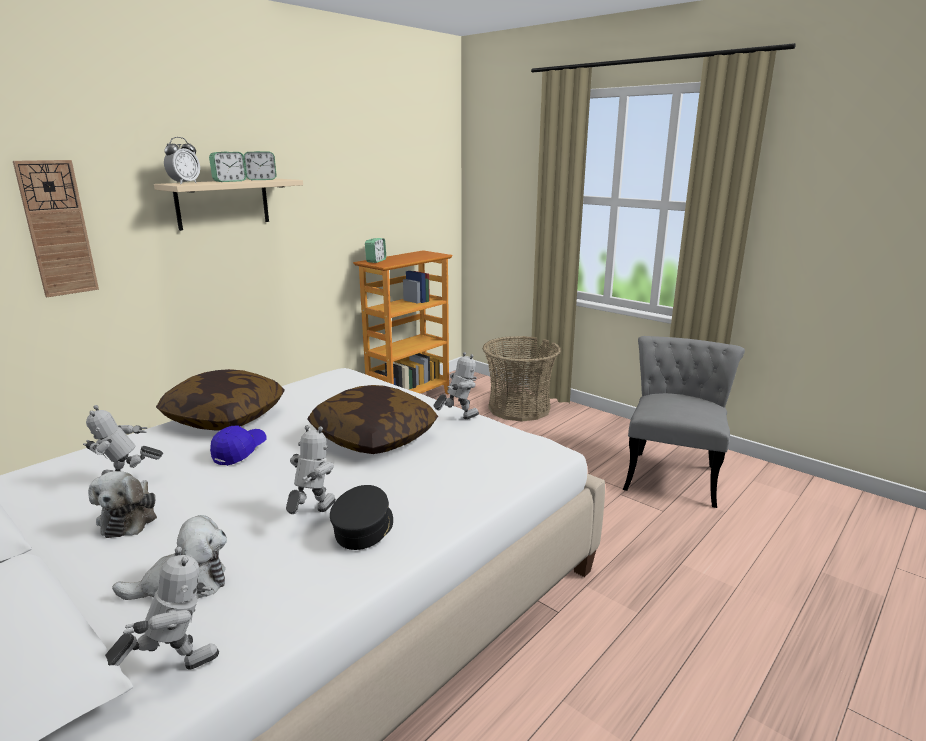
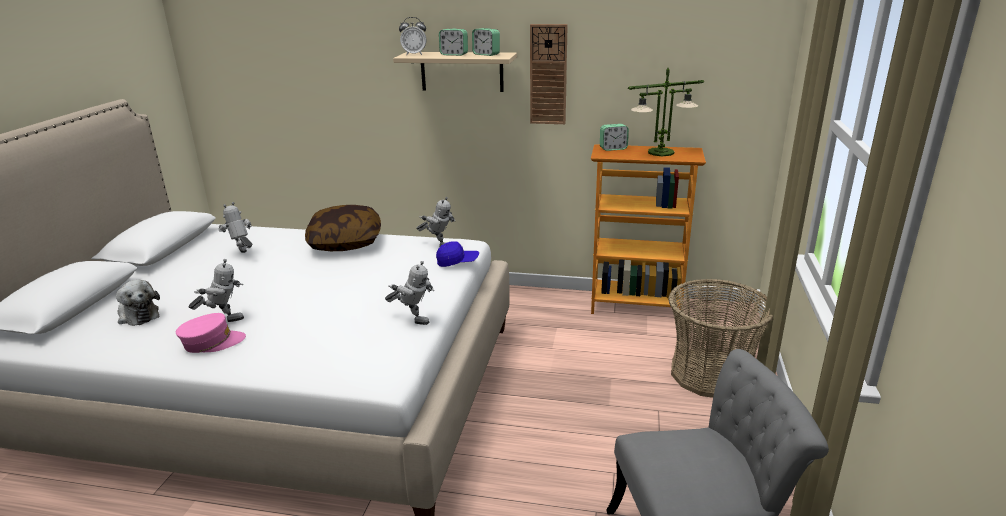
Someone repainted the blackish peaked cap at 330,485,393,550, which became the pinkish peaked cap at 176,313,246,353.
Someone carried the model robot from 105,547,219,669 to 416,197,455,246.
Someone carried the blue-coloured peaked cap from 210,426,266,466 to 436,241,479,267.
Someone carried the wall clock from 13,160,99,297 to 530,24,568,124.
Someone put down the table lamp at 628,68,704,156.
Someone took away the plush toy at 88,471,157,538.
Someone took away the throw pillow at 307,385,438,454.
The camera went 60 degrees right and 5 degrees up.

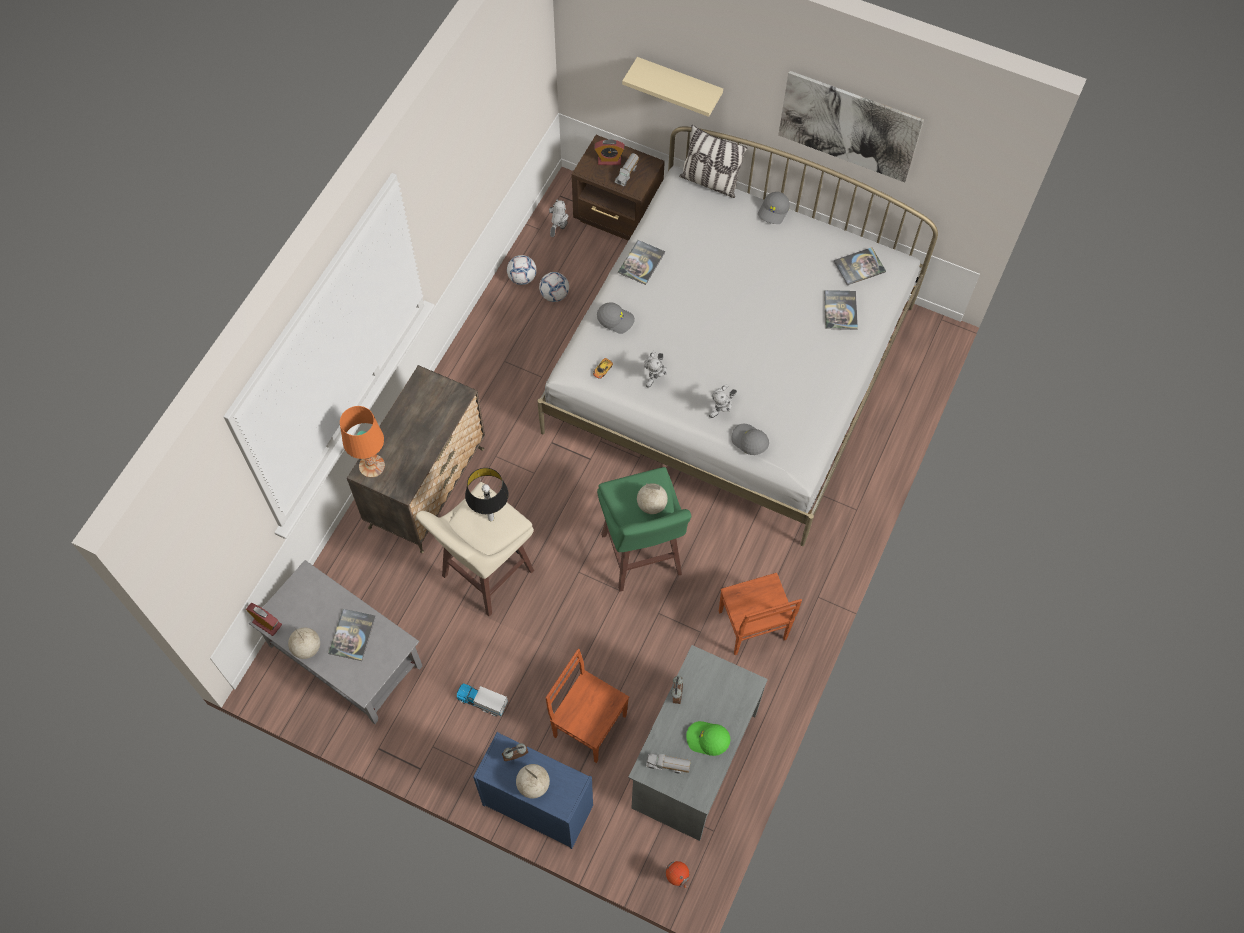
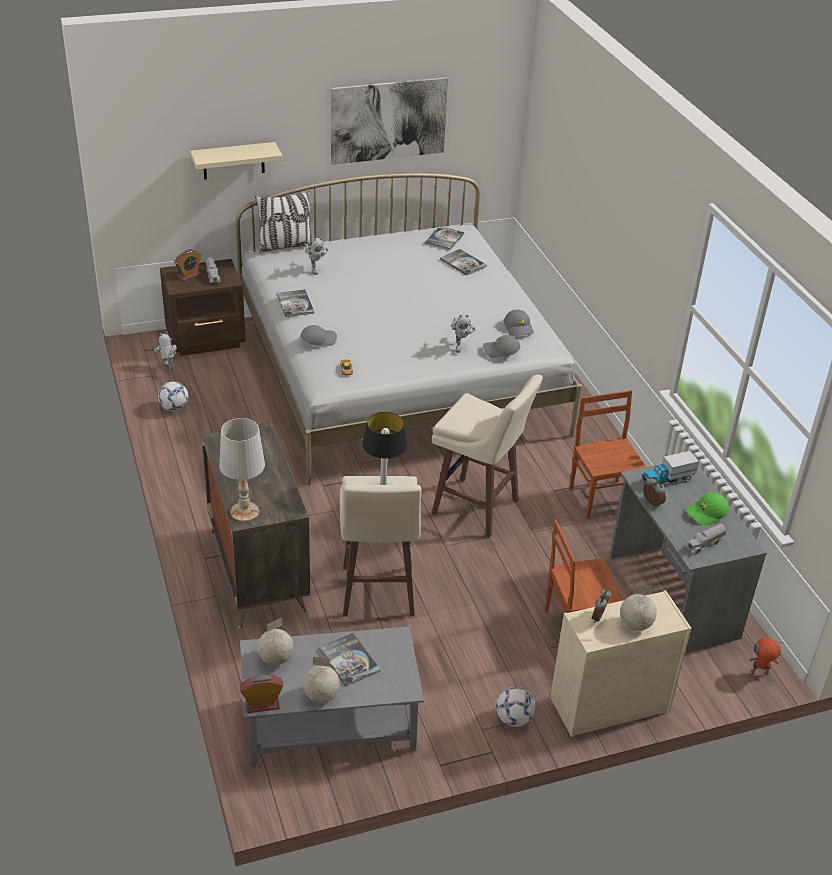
Someone repainted the orange table lamp at 340,406,385,478, which became the white-coloured table lamp at 219,418,265,522.
Someone carried the world globe from 637,483,668,514 to 258,617,294,665.
Someone carried the model robot from 644,350,667,388 to 305,237,328,275.
Someone repainted the greenish stool seat at 597,467,691,592, which became the sand-coloured stool seat at 432,375,543,537.
Someone carried the football from 539,272,569,302 to 496,687,535,727.
Someone carried the gray peaked cap from 758,192,790,224 to 504,309,534,336.
Someone repainted the blue-coloured dresser at 473,732,593,849, which became the sand-coloured dresser at 550,590,692,737.
Someone rotated the brownish chair at 719,573,802,655 by 135 degrees counterclockwise.
Someone carried the model truck from 456,684,508,717 to 642,451,699,484.
The camera went 45 degrees left and 25 degrees down.

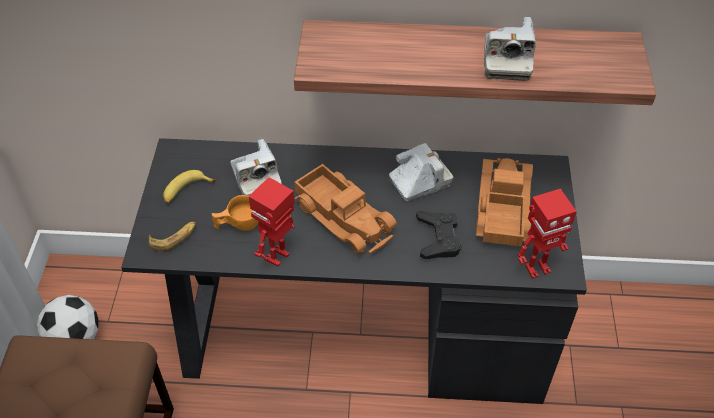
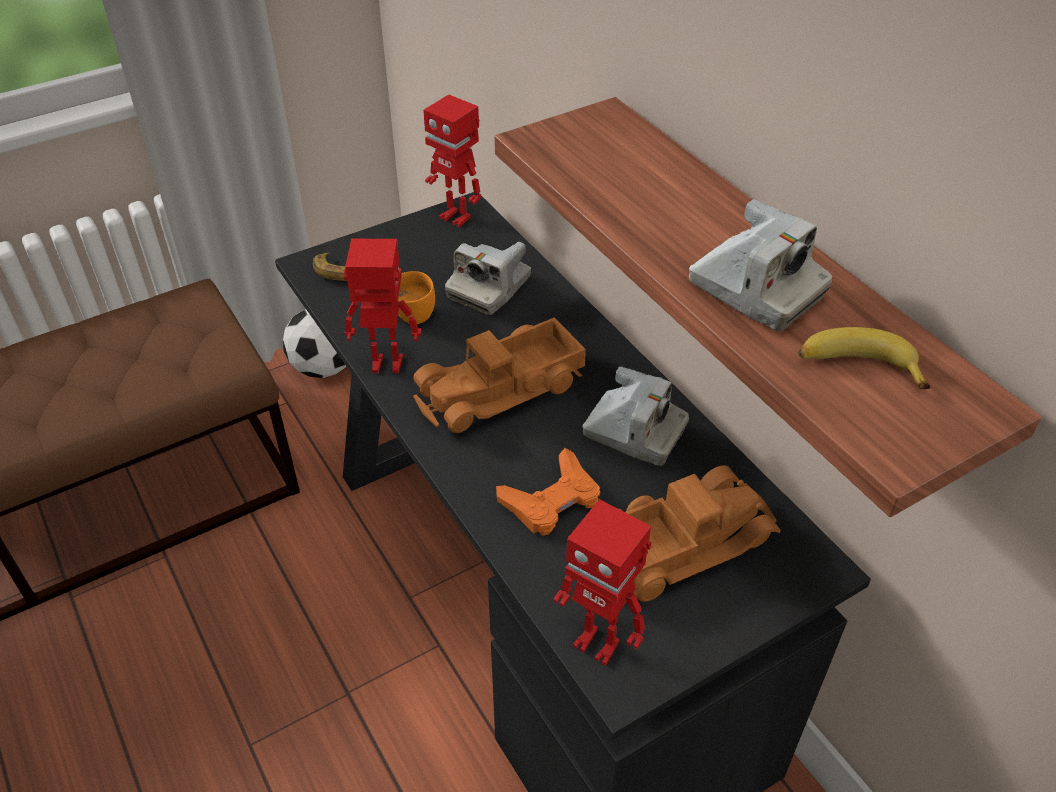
Someone rotated the model truck at 294,164,397,254 by 45 degrees clockwise.
Someone put down the model robot at 423,95,481,227.
Someone repainted the blackish game controller at 416,211,462,259, which became the orange game controller at 496,448,600,536.
Someone rotated the still camera at 484,17,536,81 by 105 degrees counterclockwise.
Someone carried the whole banana from 163,170,216,204 to 798,327,931,389.
The camera went 55 degrees right and 5 degrees down.

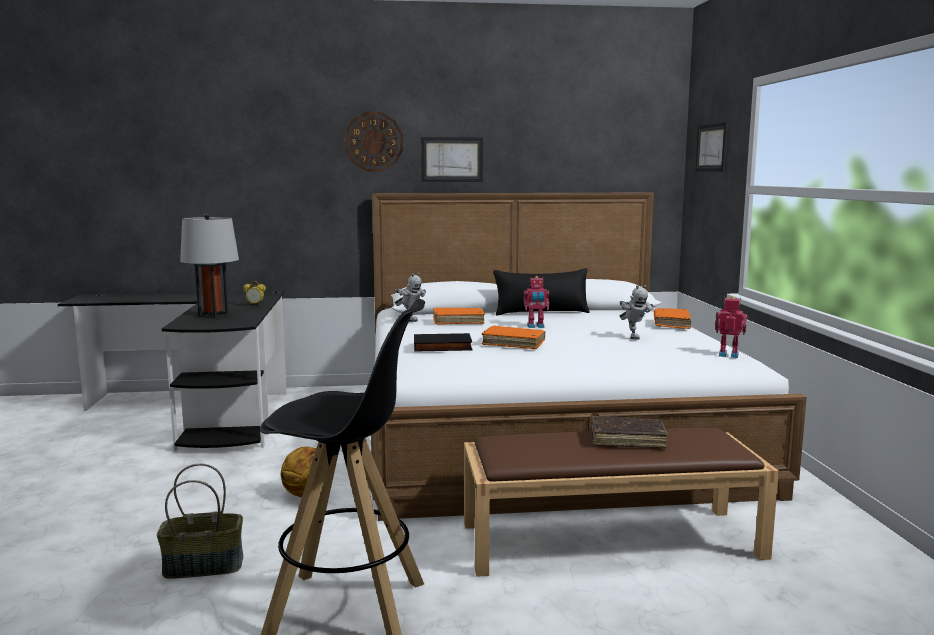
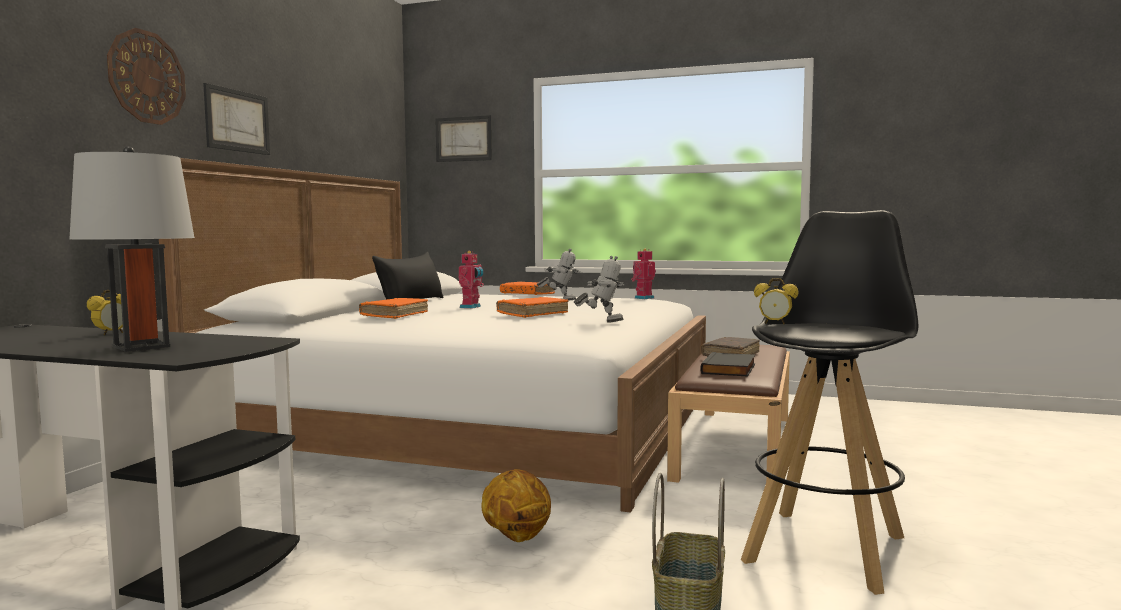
Someone carried the model robot from 395,273,426,322 to 574,256,625,323.
Someone carried the blackish book from 414,333,473,352 to 700,352,755,376.
Someone put down the table clock at 754,278,799,325.
The camera went 65 degrees left and 5 degrees down.

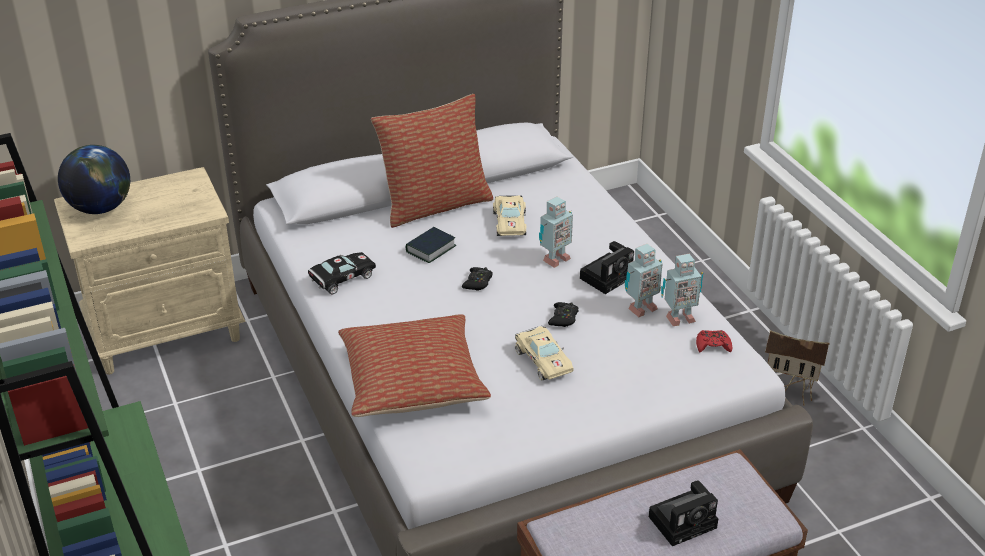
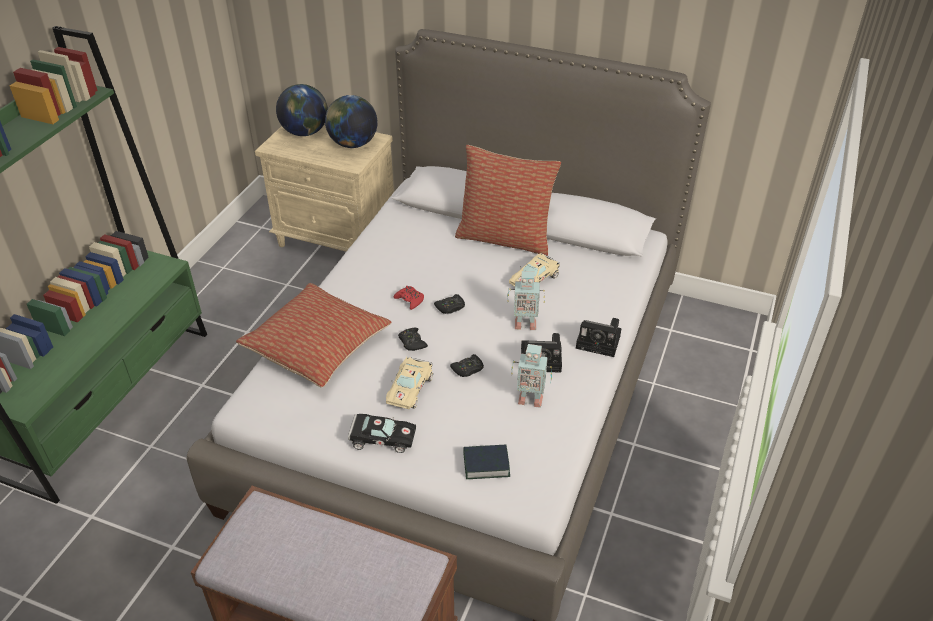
Someone put down the world globe at 325,95,378,148.
Someone carried the blackish toy car from 308,252,376,294 to 348,414,416,453.
Someone carried the red game controller from 696,330,732,352 to 394,286,424,310.
Someone put down the blackish game controller at 398,328,428,351.
Someone carried the book from 406,227,457,263 to 463,445,510,479.
Someone carried the still camera from 649,480,718,546 to 576,318,621,357.
Someone took away the model robot at 661,254,703,326.
Someone took away the toy house at 765,330,830,406.
The camera went 45 degrees right and 5 degrees up.

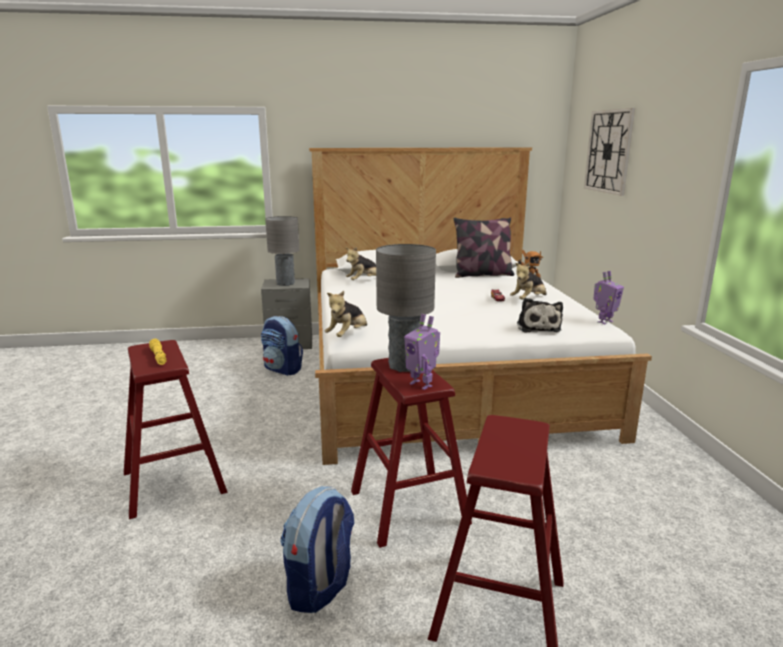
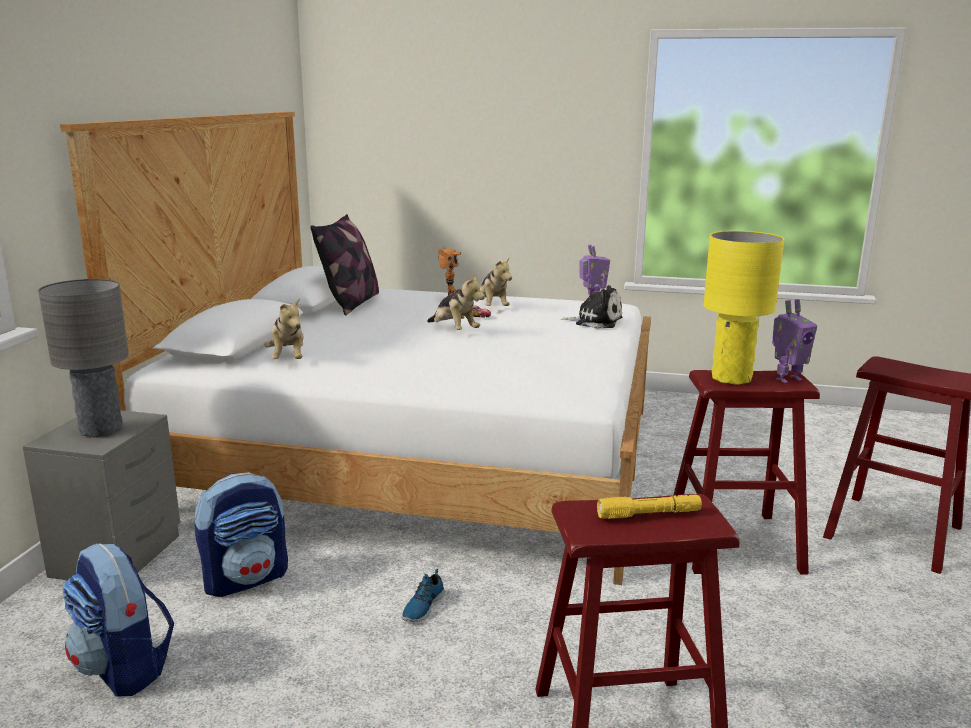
Someone carried the backpack from 280,486,355,613 to 62,544,174,697.
Someone put down the item of footwear at 402,569,445,622.
Someone carried the plush toy from 325,291,367,337 to 427,275,485,330.
Someone repainted the gray table lamp at 376,244,436,372, which became the yellow table lamp at 704,231,784,385.
Someone took away the wall clock at 584,108,635,196.
The camera went 70 degrees left and 0 degrees up.

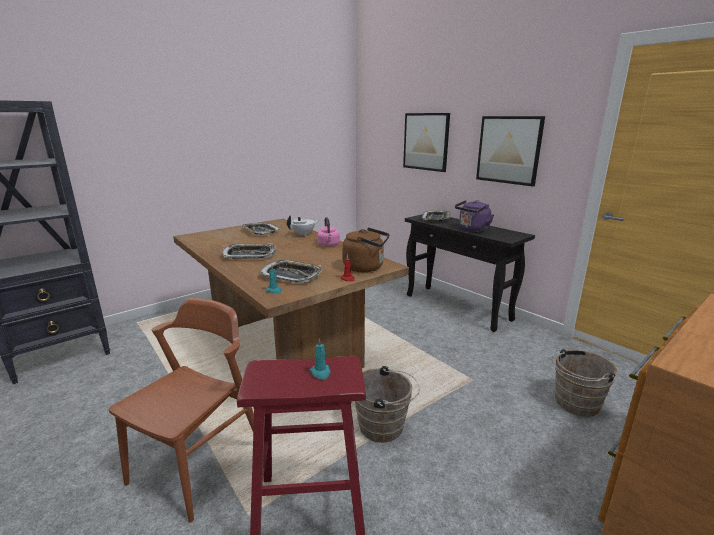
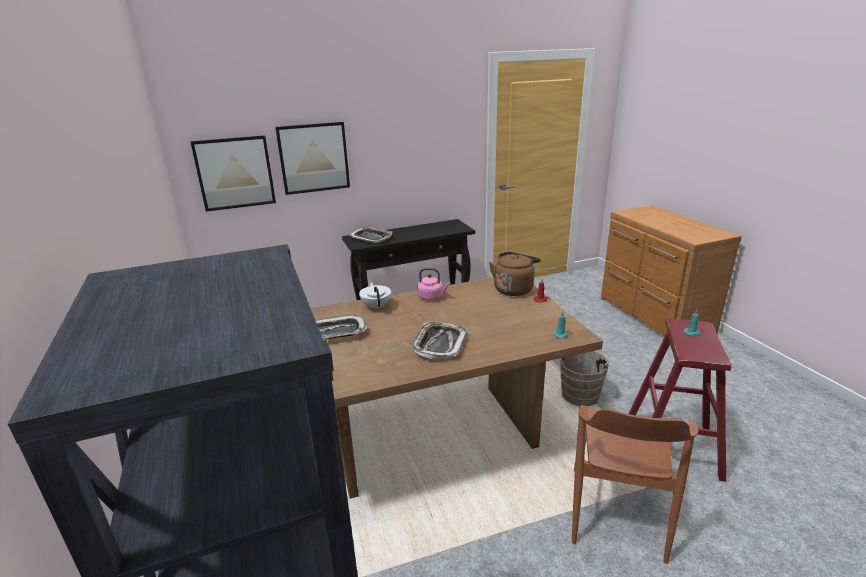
Someone carried the picture from 476,116,545,186 to 191,135,276,212.
Someone rotated the brownish chair at 109,298,254,522 by 120 degrees counterclockwise.
Someone took away the serving tray at 260,260,322,283.
Someone took away the purplish kettle at 455,200,494,232.
Someone took away the brownish water bucket at 552,349,617,417.
The camera went 70 degrees left and 5 degrees up.

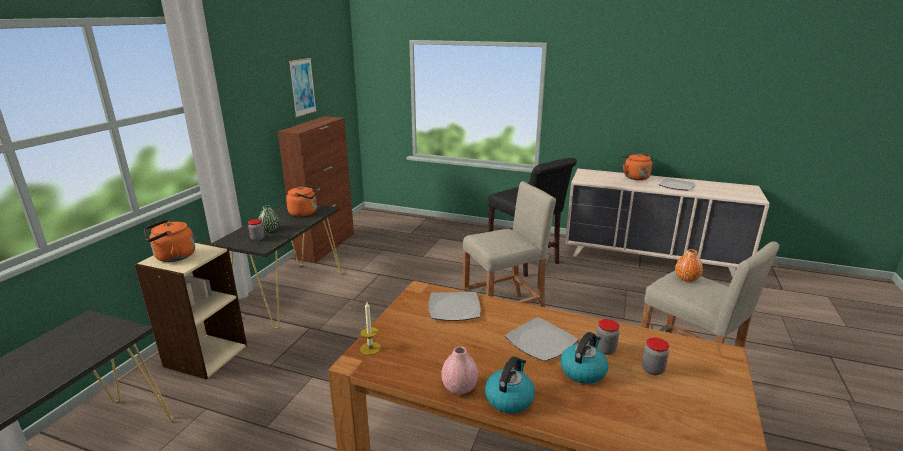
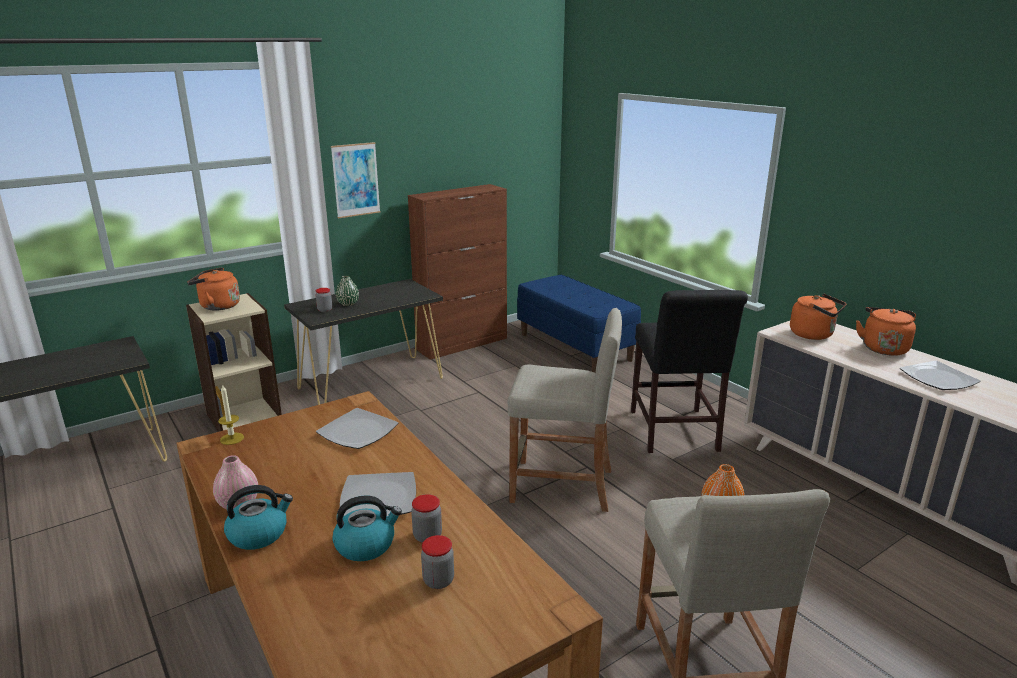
Someone carried the picture from 289,58,317,117 to 331,142,380,218.
Someone put down the blue-coloured bench at 517,275,641,373.
Someone carried the orange kettle from 286,185,320,217 to 790,293,846,340.
The camera went 35 degrees right and 0 degrees up.

